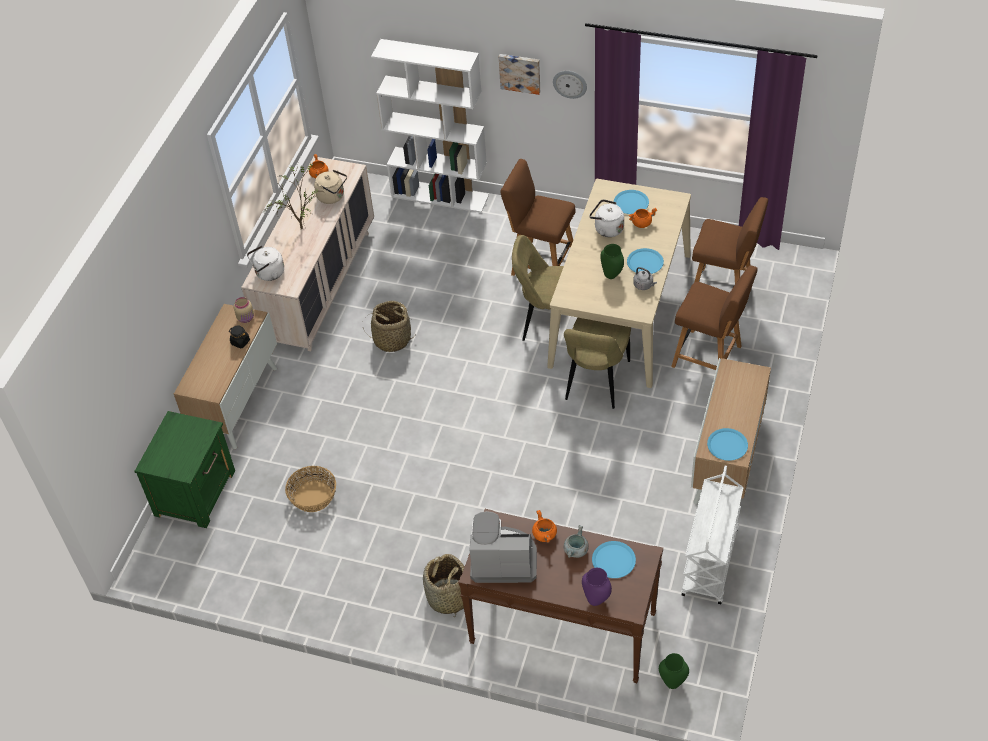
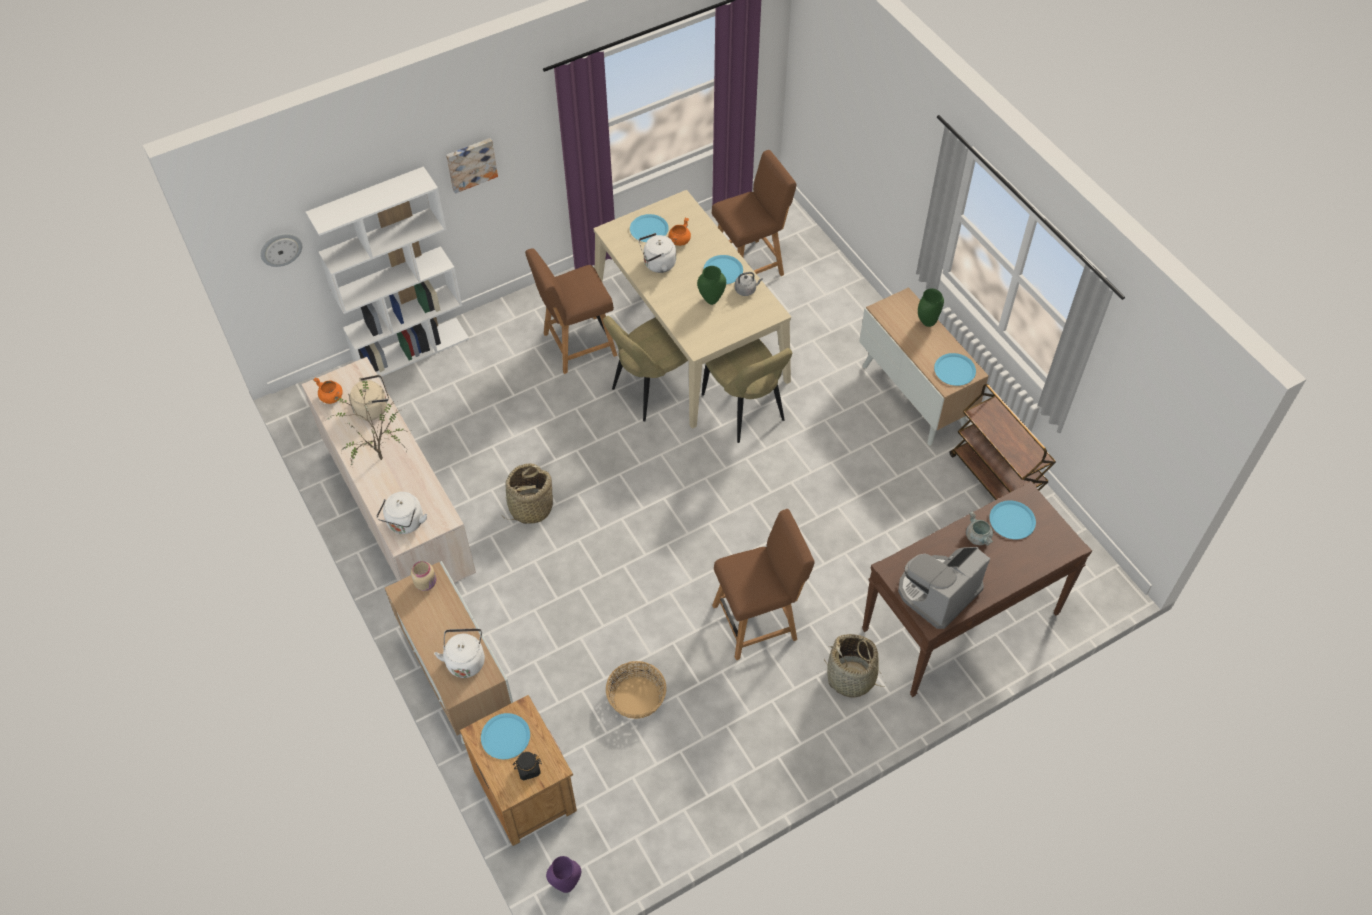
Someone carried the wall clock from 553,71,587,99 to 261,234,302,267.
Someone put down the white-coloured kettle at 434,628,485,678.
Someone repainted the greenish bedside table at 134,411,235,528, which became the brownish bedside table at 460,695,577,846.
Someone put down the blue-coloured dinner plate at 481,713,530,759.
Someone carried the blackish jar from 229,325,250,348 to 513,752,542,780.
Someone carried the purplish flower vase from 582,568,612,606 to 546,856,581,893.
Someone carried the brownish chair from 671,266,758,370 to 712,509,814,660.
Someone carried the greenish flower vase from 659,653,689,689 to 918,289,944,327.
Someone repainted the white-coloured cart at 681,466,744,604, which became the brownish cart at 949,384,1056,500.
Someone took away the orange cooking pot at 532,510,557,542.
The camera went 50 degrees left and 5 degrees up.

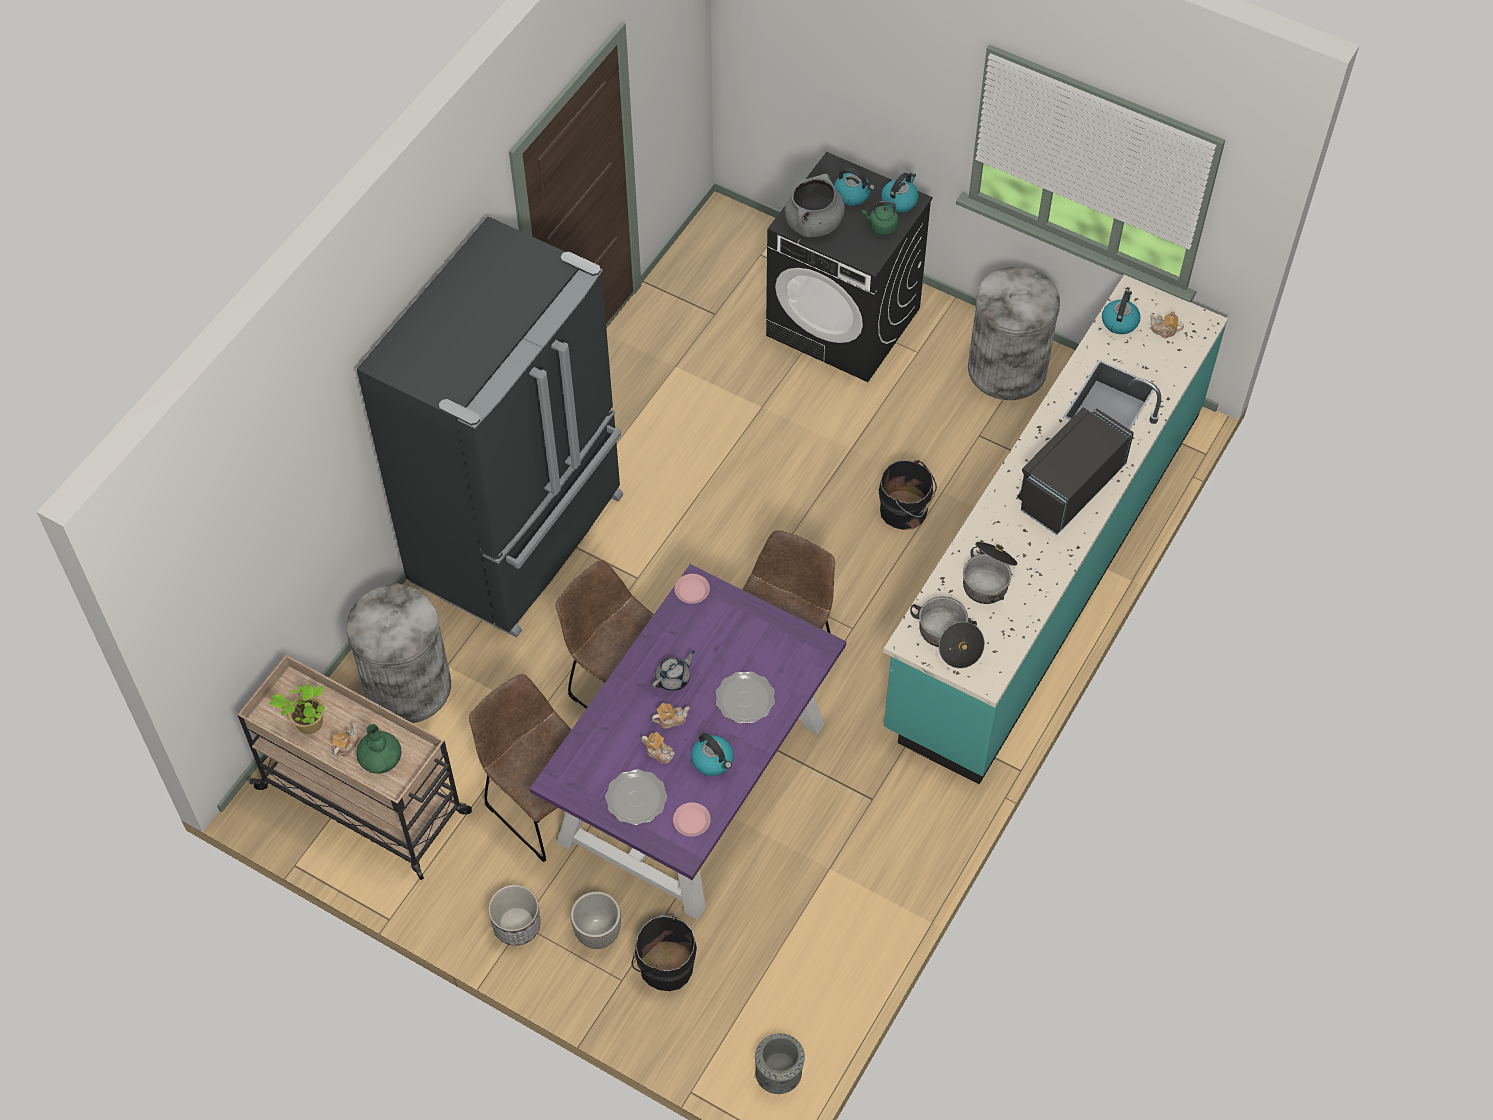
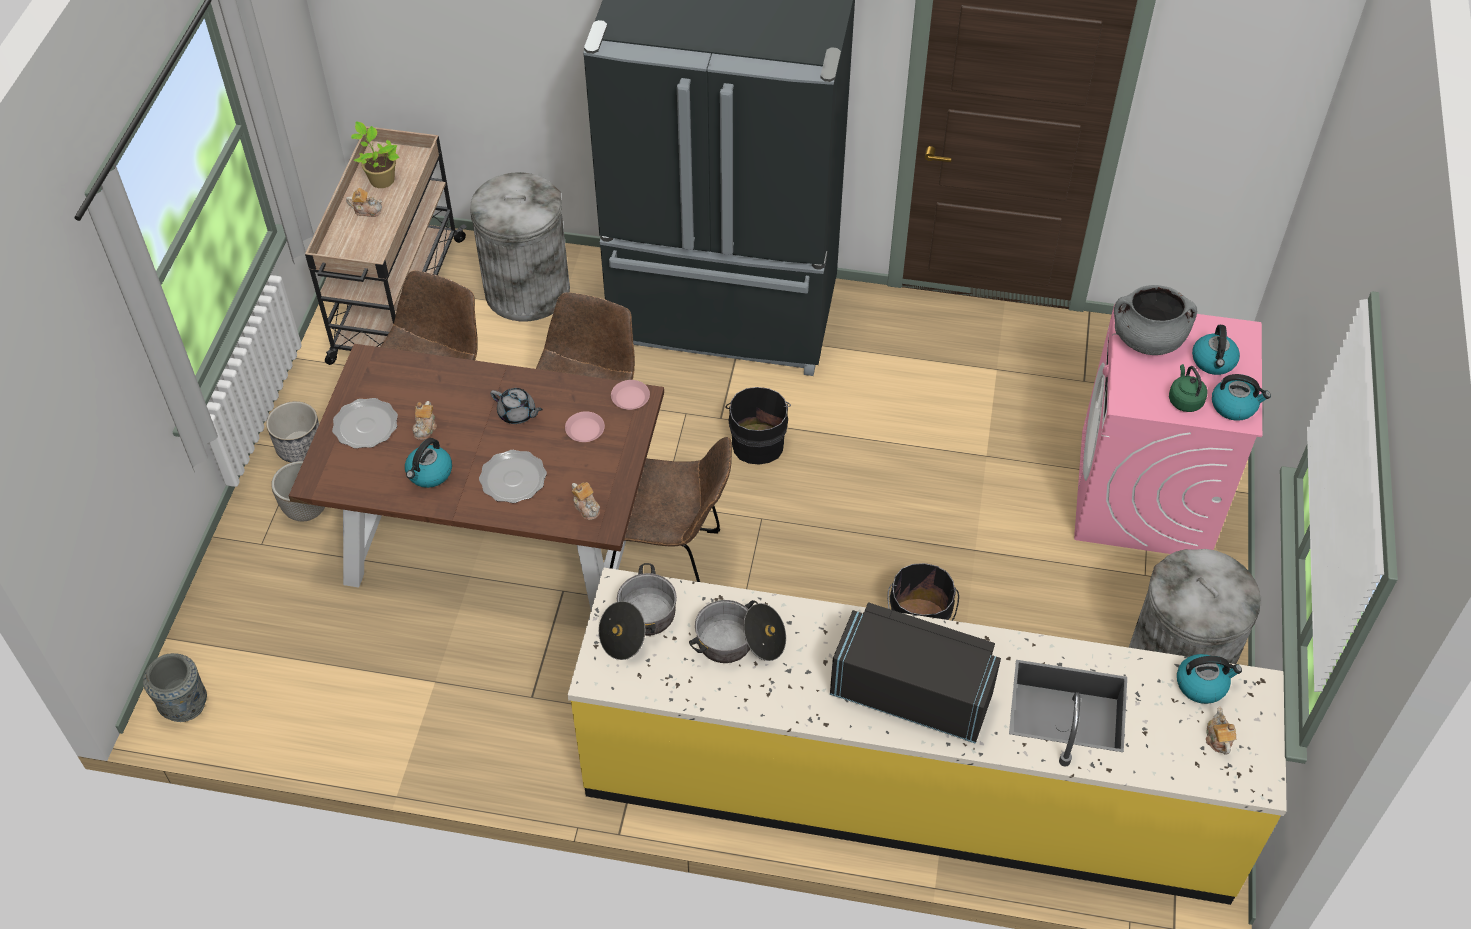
Someone repainted the purplish dining table at 530,564,846,920, which became the brownish dining table at 289,344,664,609.
Someone carried the pinkish dinner plate from 673,802,711,836 to 565,411,605,442.
Someone repainted the blue-green kitchen base unit at 883,275,1228,784, which became the yellow kitchen base unit at 568,567,1287,905.
Someone carried the pot for tea from 652,703,689,729 to 571,482,600,520.
Someone carried the blackish water bucket from 631,913,697,991 to 725,387,791,465.
Someone repainted the blackish laundry machine at 766,152,933,382, which became the pinkish laundry machine at 1074,304,1262,554.
Someone took away the greenish flower vase at 356,724,401,774.
The camera went 70 degrees right and 5 degrees down.

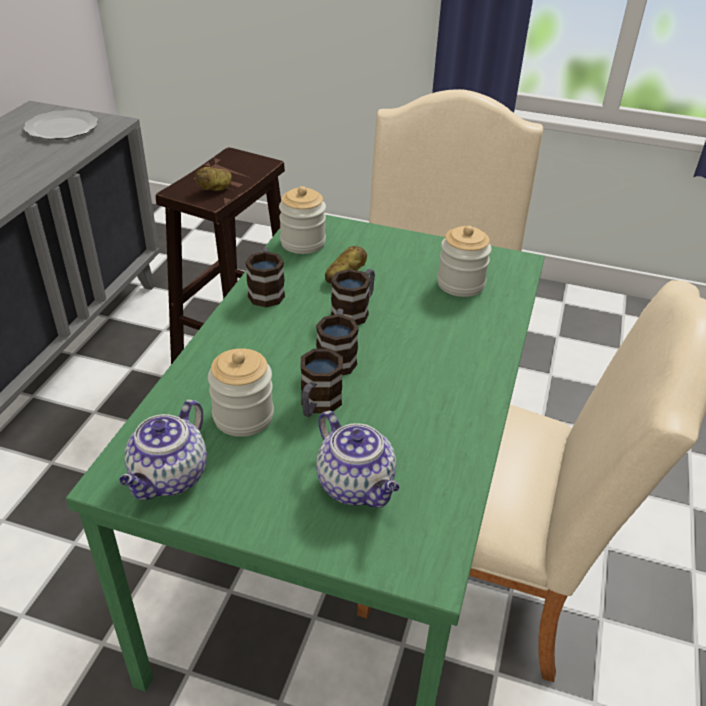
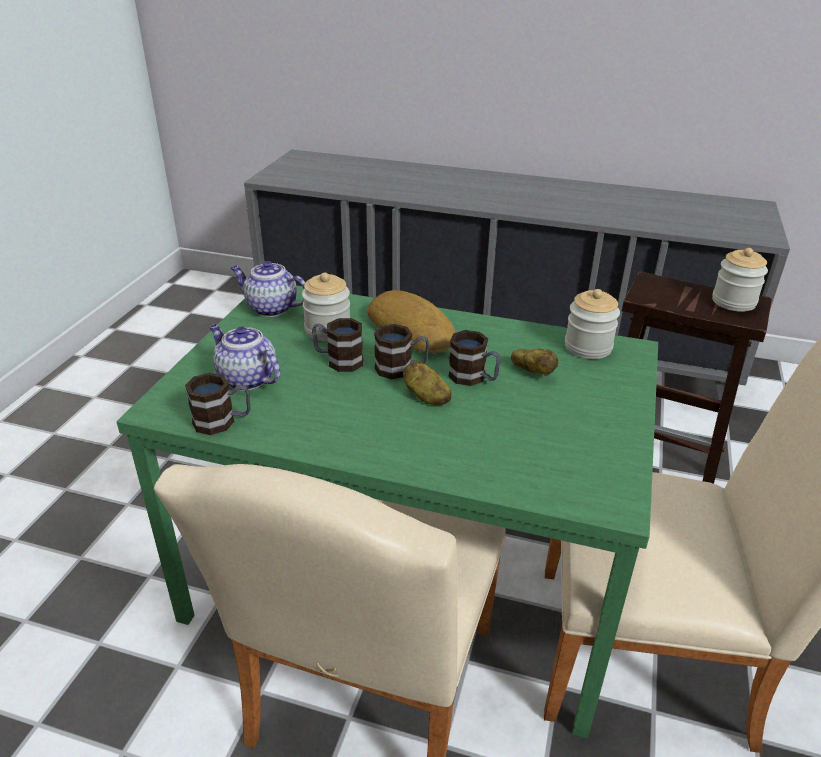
Someone carried the mug from 245,247,285,307 to 185,373,250,435.
Someone rotated the pot for tea at 316,411,400,508 by 75 degrees clockwise.
Someone put down the baked bread at 367,290,456,354.
Someone carried the potato from 195,167,232,191 to 403,362,451,405.
Someone carried the jar from 437,226,492,297 to 712,248,768,312.
Someone took away the dinner plate at 23,110,98,140.
The camera went 90 degrees right and 5 degrees down.

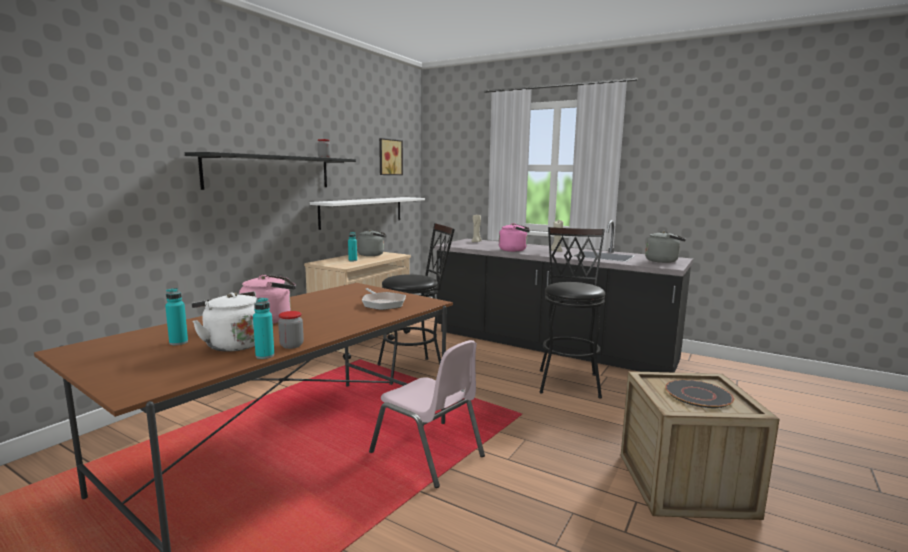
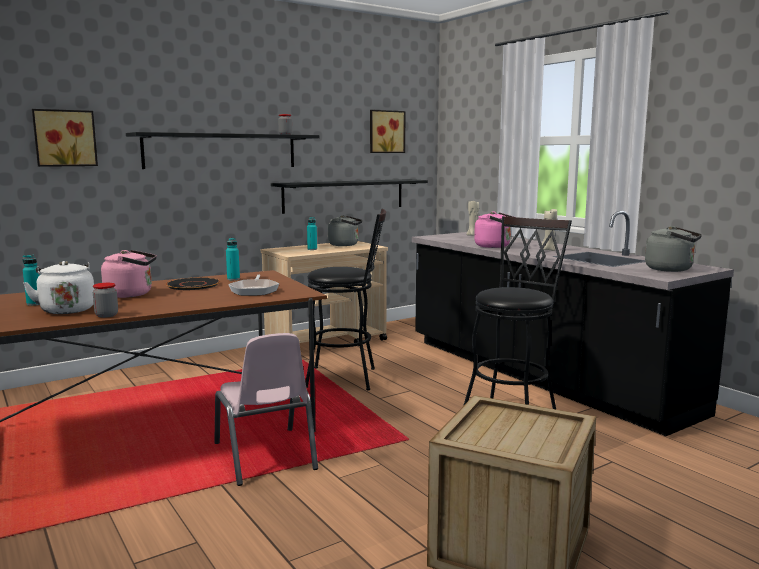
Someone put up the picture at 32,109,98,167.
Someone carried the blackish dinner plate from 665,380,734,408 to 166,277,220,290.
Someone carried the blue-green drink bottle from 253,297,274,359 to 226,238,240,280.
Someone repainted the white-coloured shelf at 310,197,425,230, which became the blackish shelf at 271,179,428,214.
The camera went 25 degrees right and 0 degrees up.

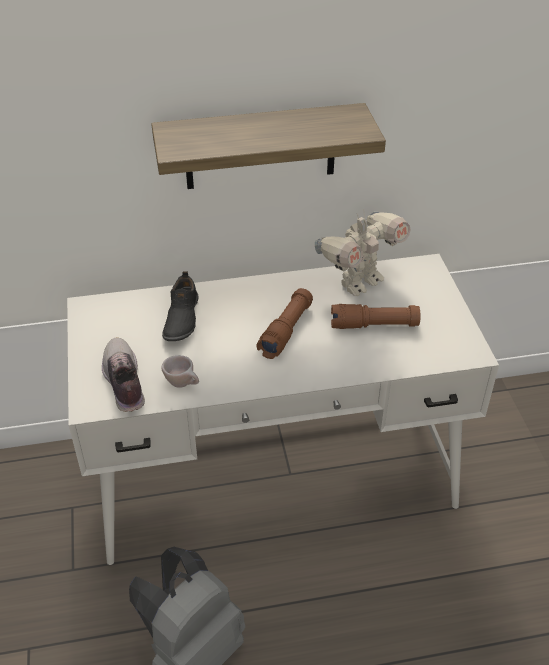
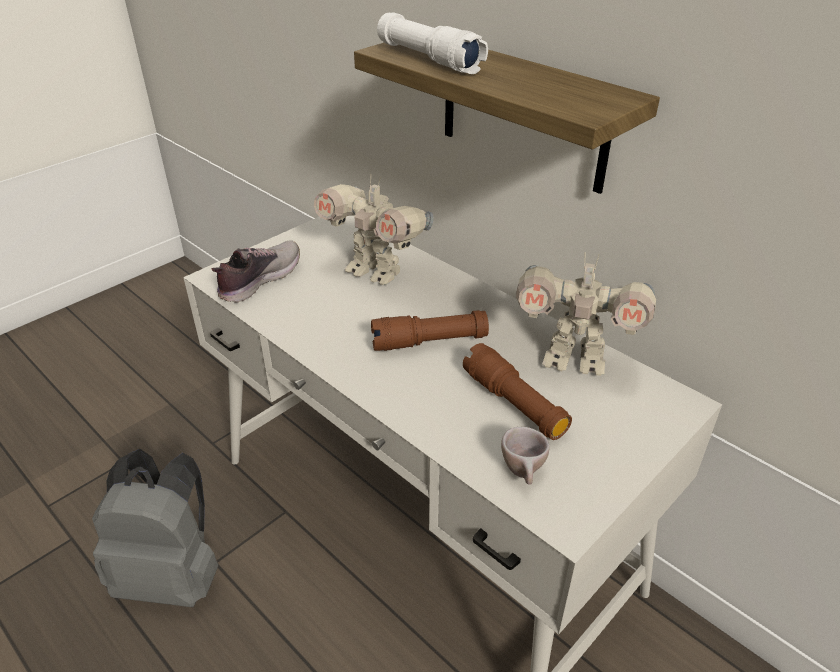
Someone swapped the blackish item of footwear at 162,272,199,341 for the model robot at 314,175,434,285.
Someone put down the white-coloured flashlight at 377,12,488,74.
Someone carried the sand-coloured small cup from 161,355,199,388 to 501,427,550,485.
The camera went 55 degrees right and 5 degrees down.

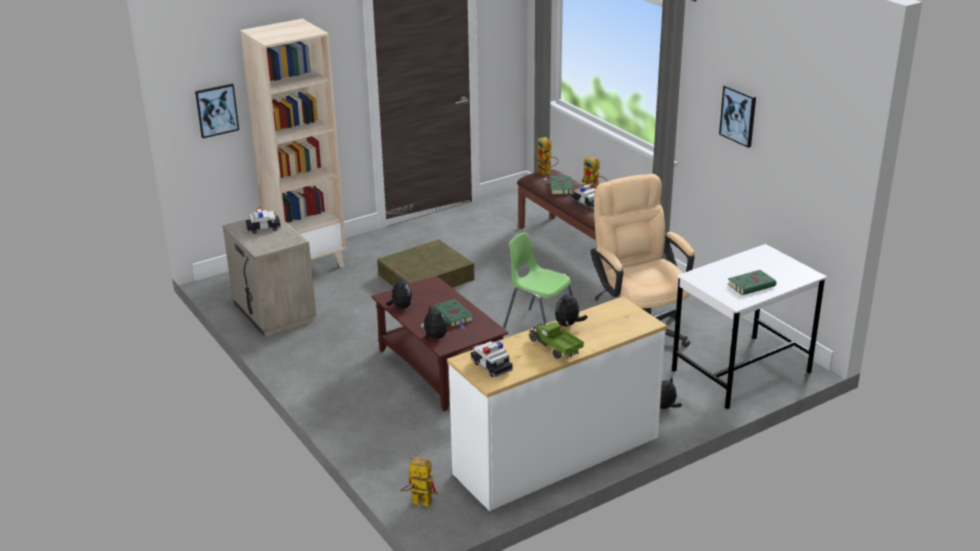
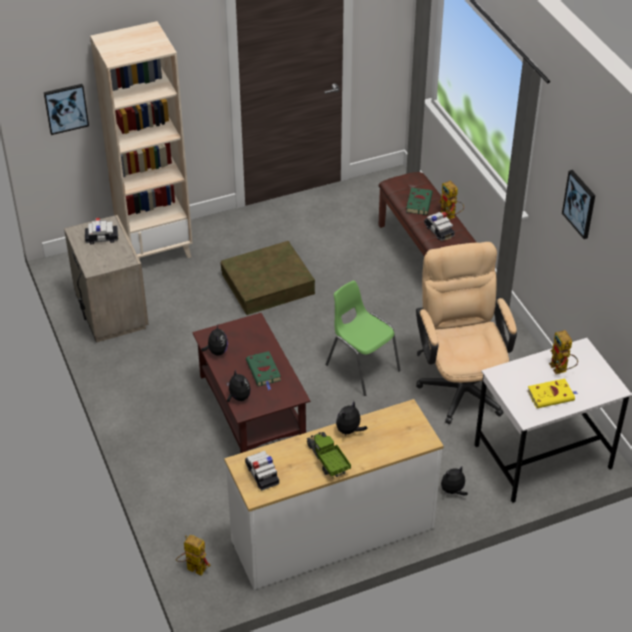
Someone repainted the greenish book at 728,270,776,295, which became the yellow book at 527,379,578,408.
Someone carried the model robot from 536,137,558,176 to 549,330,578,374.
The camera went 10 degrees right and 15 degrees up.

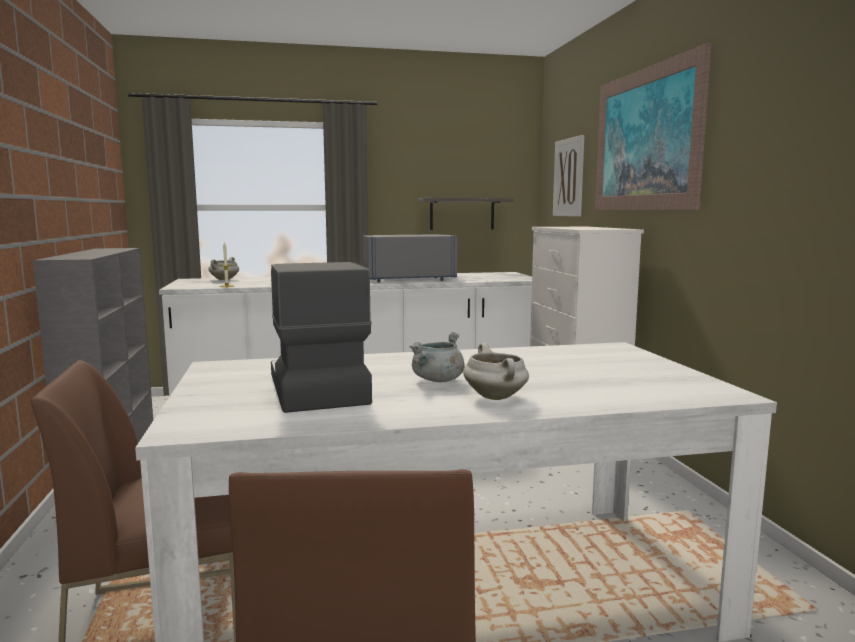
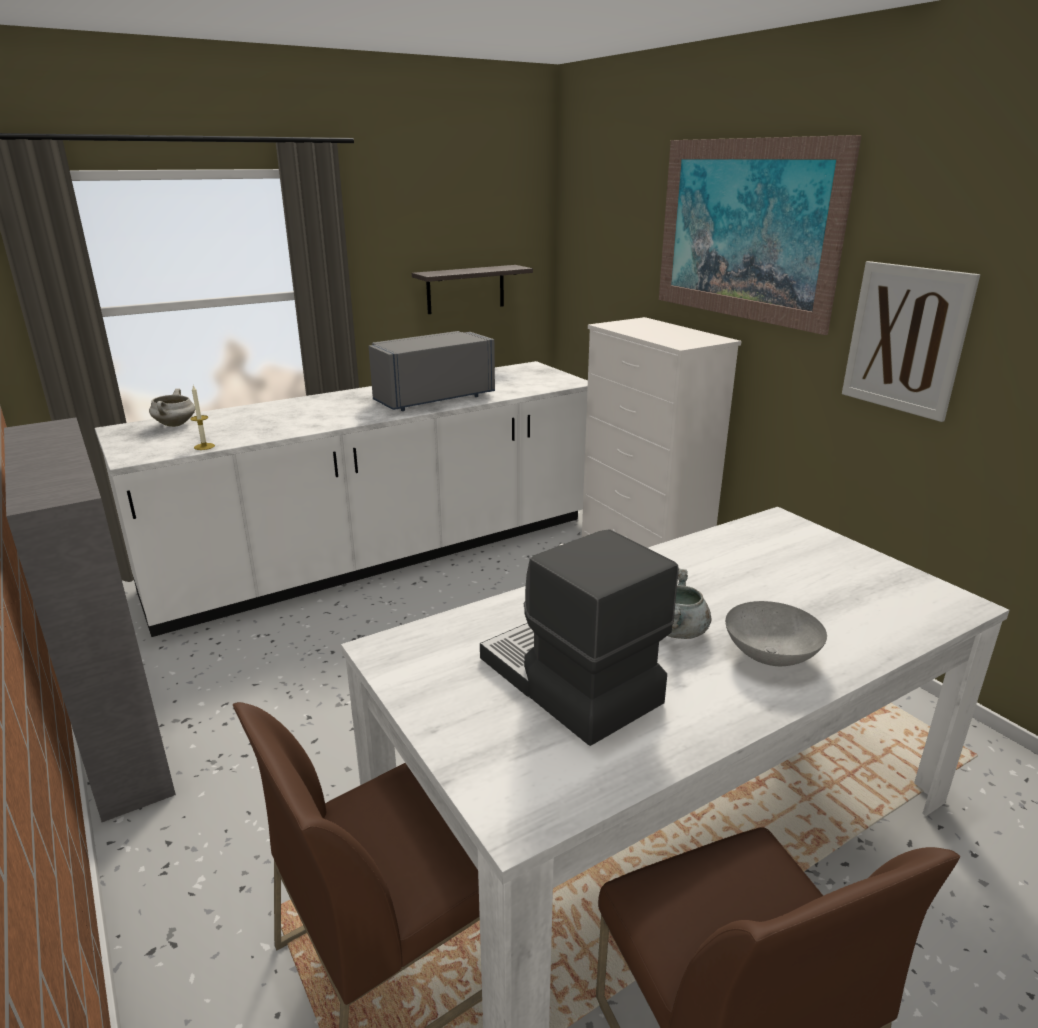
Someone swapped the white-coloured cooking pot at 463,343,529,400 for the gray bowl at 725,601,827,666.
Someone carried the picture from 553,135,584,217 to 842,261,980,422.
The camera went 20 degrees left and 15 degrees up.

